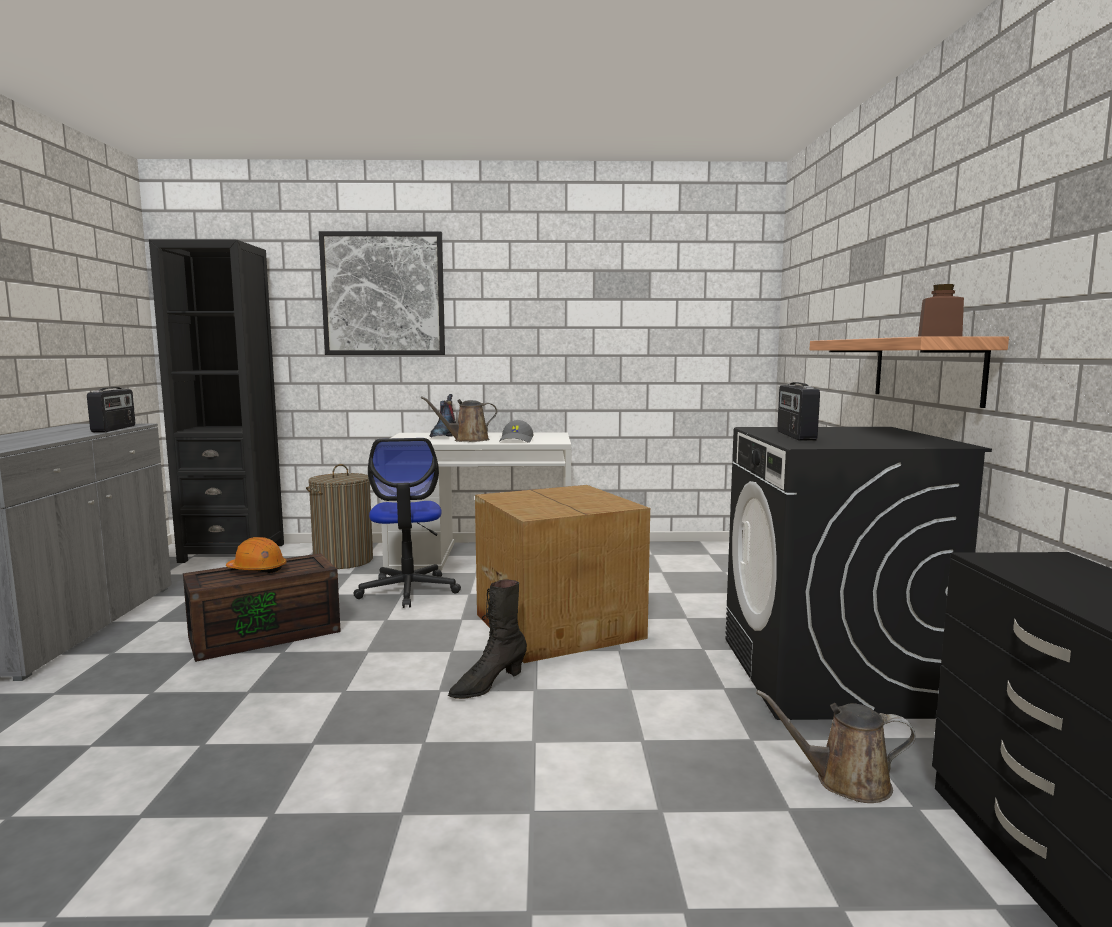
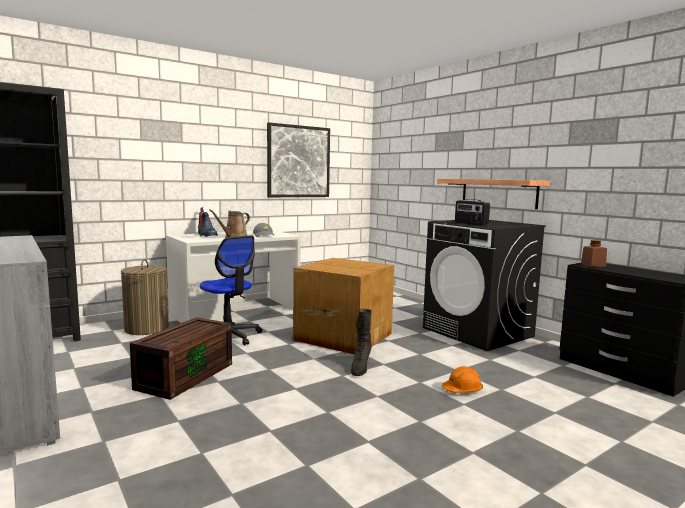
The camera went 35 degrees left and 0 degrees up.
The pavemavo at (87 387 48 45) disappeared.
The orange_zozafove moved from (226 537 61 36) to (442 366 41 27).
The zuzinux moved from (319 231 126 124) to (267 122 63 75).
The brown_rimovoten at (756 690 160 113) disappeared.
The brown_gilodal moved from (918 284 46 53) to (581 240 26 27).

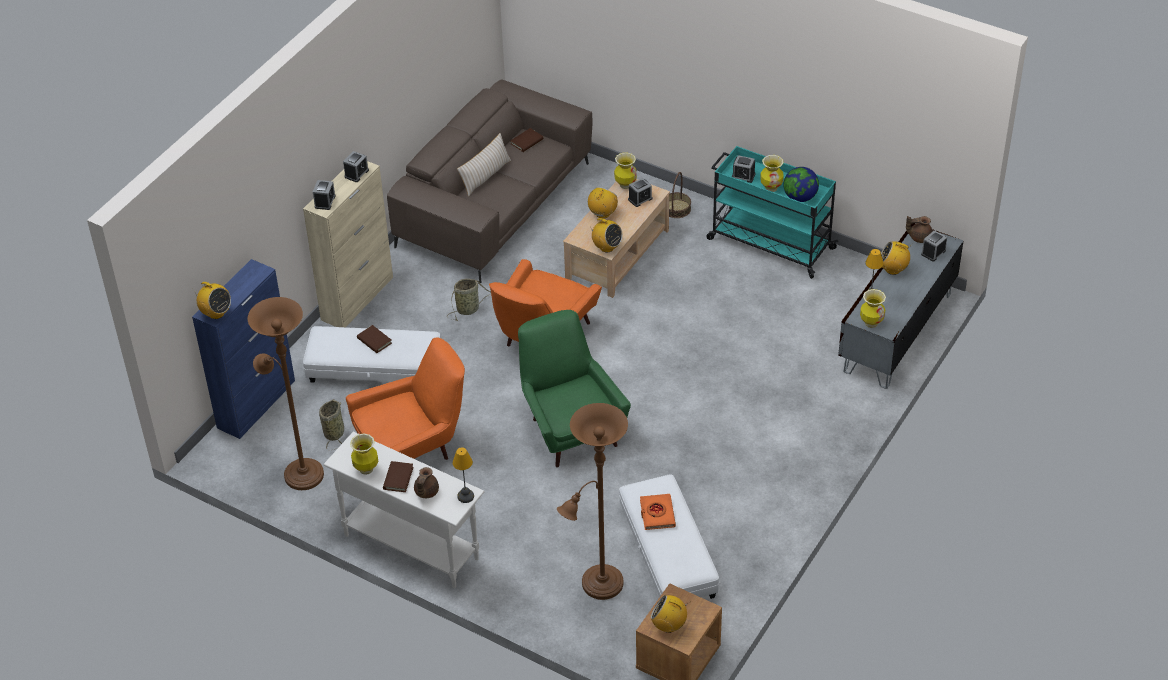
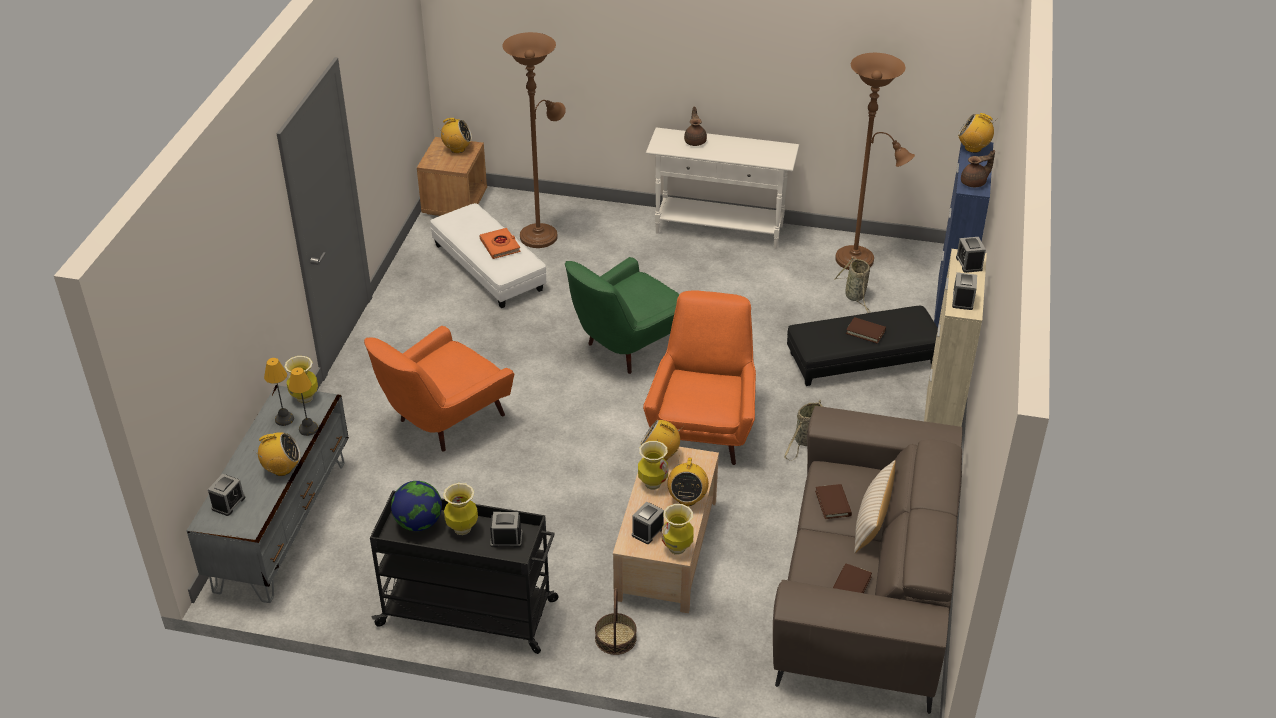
The camera went 160 degrees right and 5 degrees down.
The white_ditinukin at (303 326 138 57) became the black_ditinukin at (787 306 151 80).
The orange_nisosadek moved from (346 337 119 123) to (364 326 150 126).
The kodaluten moved from (350 433 28 42) to (638 441 30 49).
The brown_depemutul moved from (383 461 30 31) to (815 484 37 35).
The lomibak moved from (453 447 21 56) to (264 358 30 68).
The green_nisosadek at (518 310 113 157) turned 90 degrees clockwise.
The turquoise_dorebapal at (706 146 132 133) became the black_dorebapal at (370 491 189 163).
The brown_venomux moved from (906 216 27 27) to (961 150 34 37).

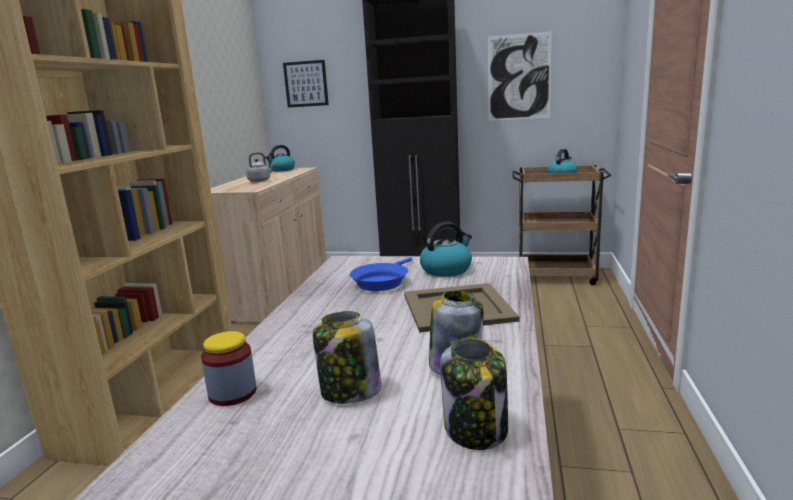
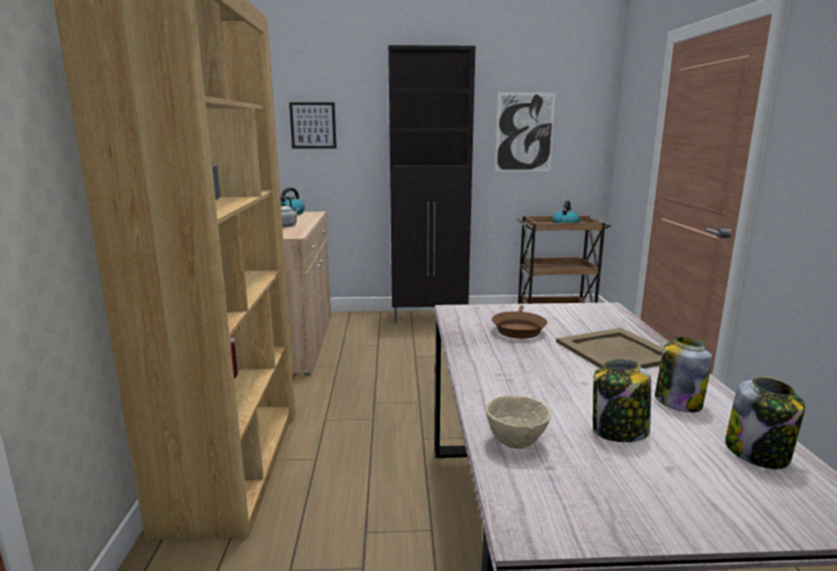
The camera went 15 degrees left and 0 degrees up.
The gilodal at (201 331 55 75) was replaced by the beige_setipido at (486 395 65 54).
The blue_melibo at (350 257 62 34) became the brown_melibo at (492 305 56 34).
The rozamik at (420 222 52 55) disappeared.

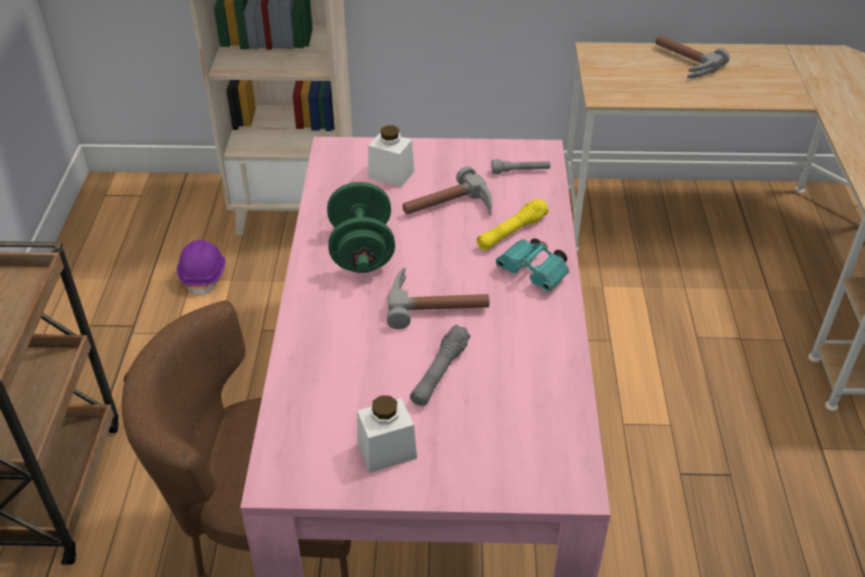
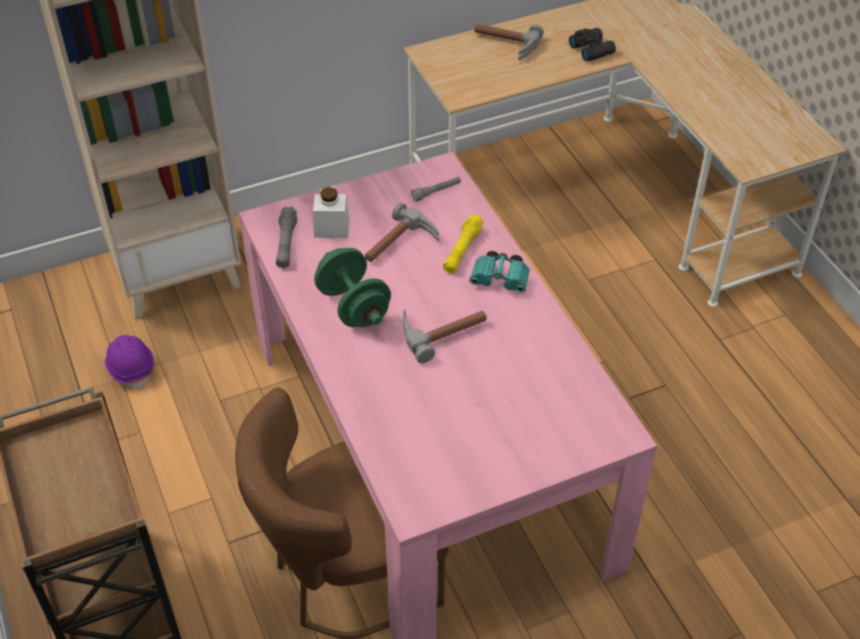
The camera went 25 degrees left and 5 degrees up.
The white_gilodal at (357 395 60 78) disappeared.
The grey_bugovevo moved from (410 324 61 82) to (276 207 21 61).
The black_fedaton at (569 28 47 33) appeared.

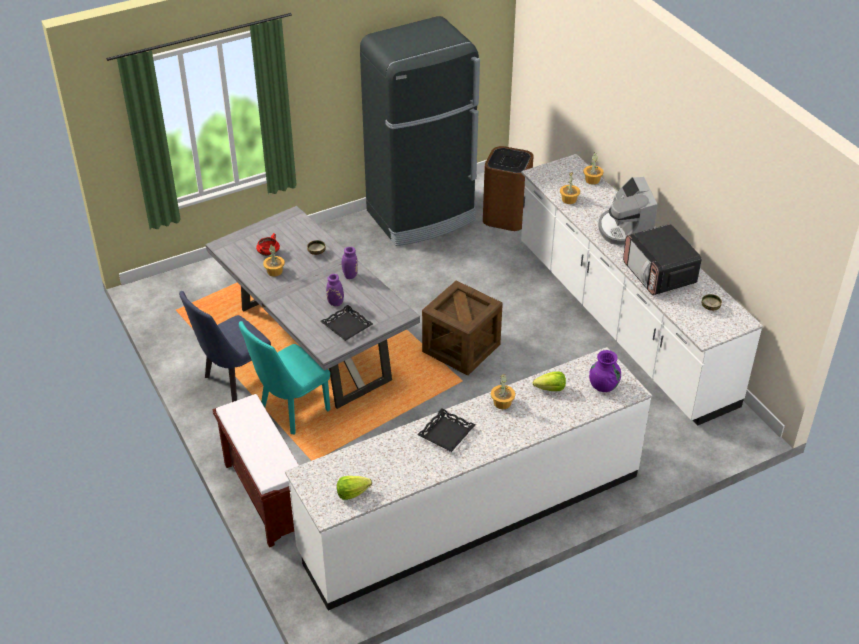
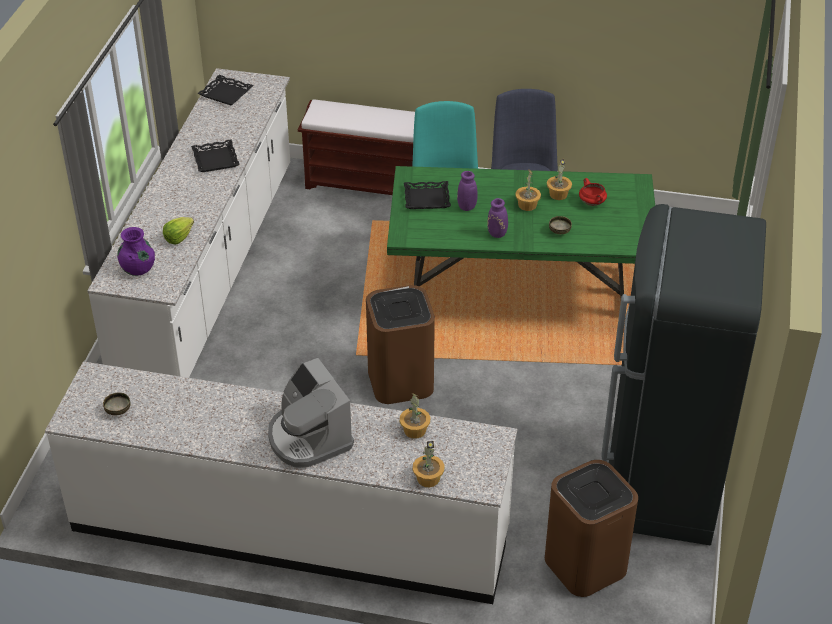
The camera went 130 degrees right and 0 degrees up.
The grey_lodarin at (206 206 214 203) became the green_lodarin at (387 166 268 131).
The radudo at (337 476 35 24) was replaced by the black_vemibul at (198 75 56 31).
The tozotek at (422 280 81 95) was replaced by the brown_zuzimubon at (366 285 69 119).
The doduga moved from (491 374 24 35) to (515 169 26 42).
The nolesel at (598 177 60 68) turned 150 degrees counterclockwise.
The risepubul at (623 224 78 71) disappeared.

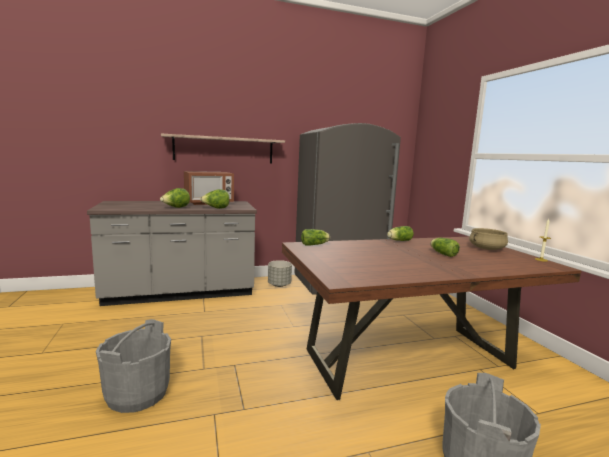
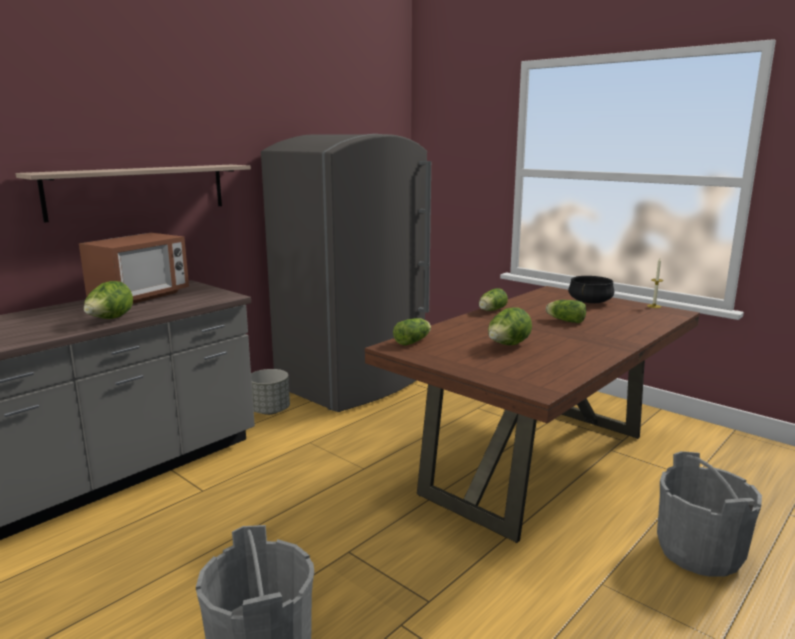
The camera went 30 degrees left and 5 degrees up.
The radudo moved from (200 189 30 20) to (488 307 44 38).
The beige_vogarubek at (469 228 39 22) became the black_vogarubek at (568 276 46 27).

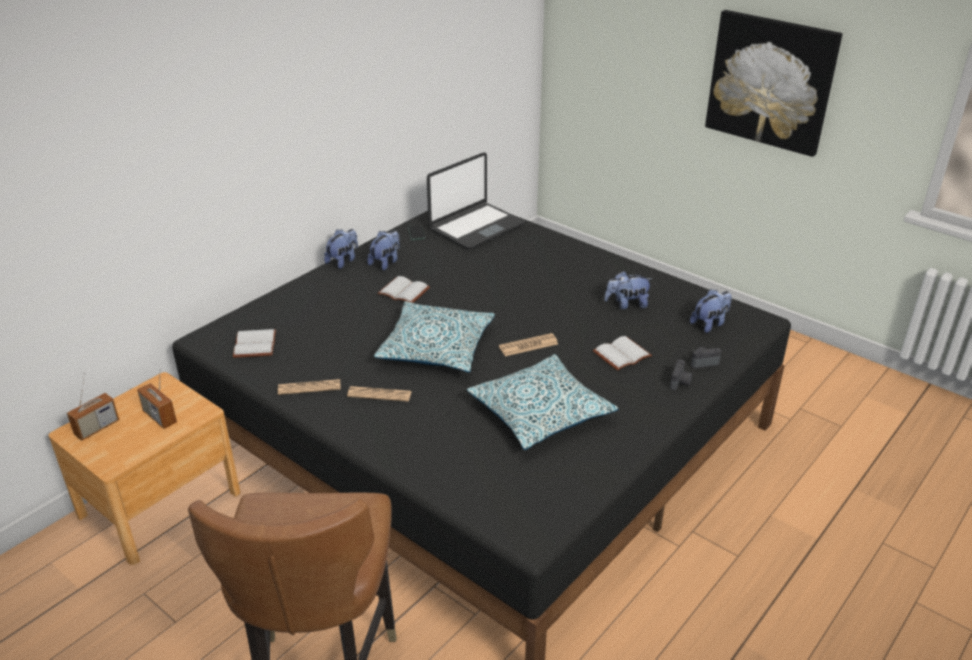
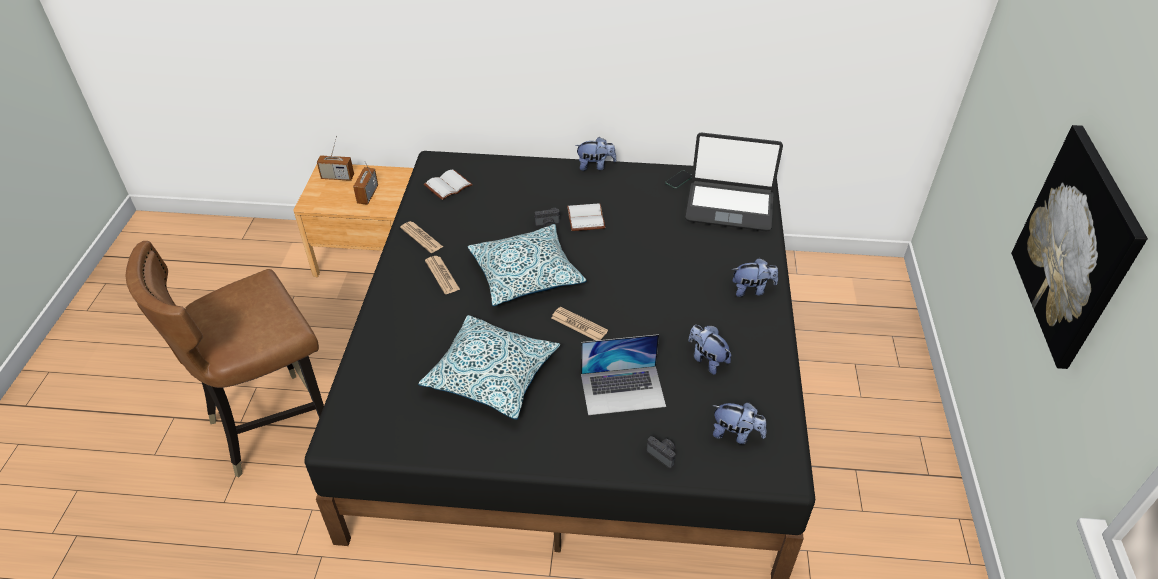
The camera went 55 degrees right and 10 degrees up.
The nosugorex moved from (367 230 33 40) to (732 258 46 39).
The white_depemutul at (593 336 59 35) was replaced by the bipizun at (581 334 85 81).
The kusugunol moved from (670 360 22 31) to (535 208 25 19).

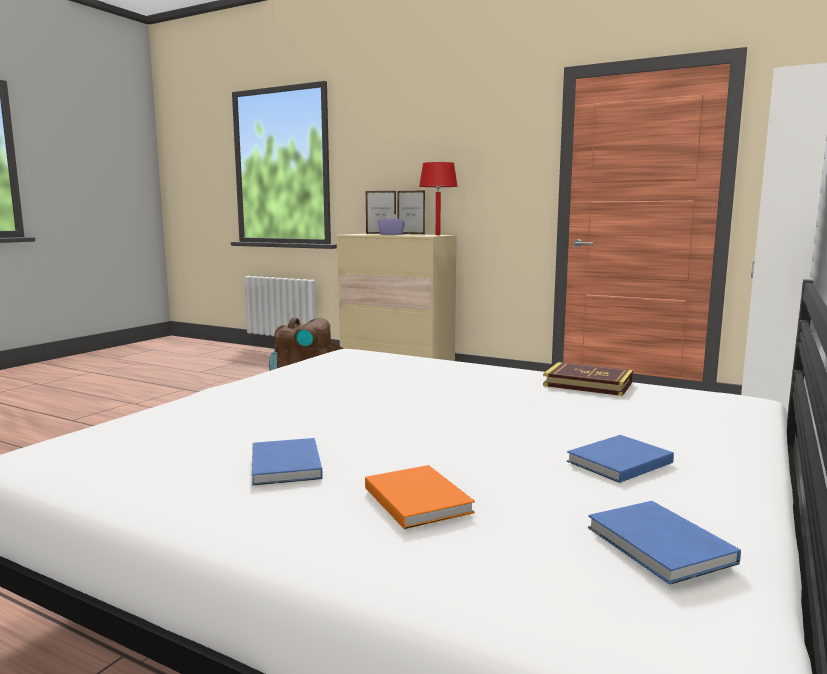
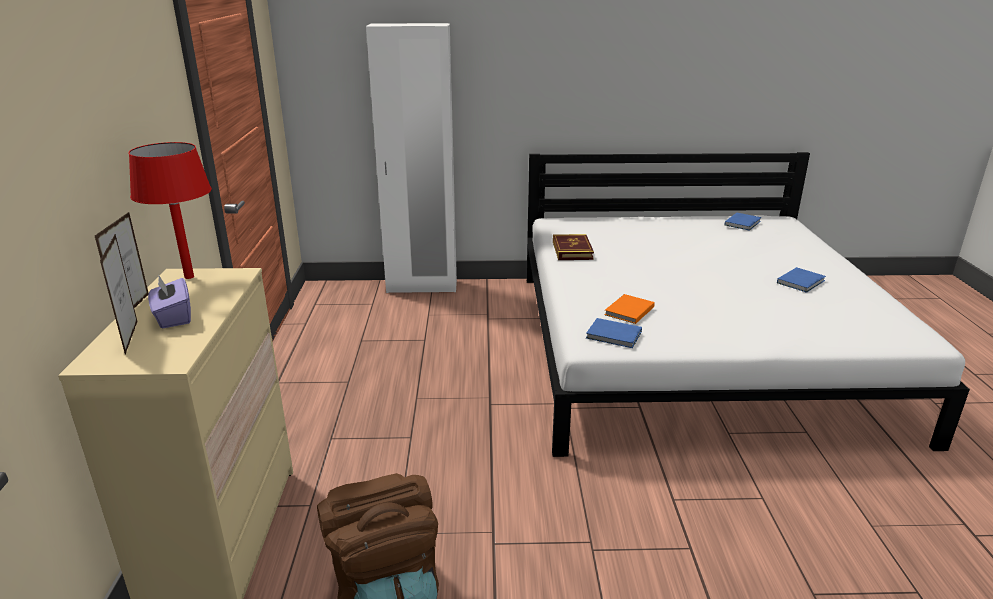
The camera went 120 degrees left and 15 degrees up.
The orange_depemutul moved from (365 465 110 64) to (604 294 51 30).
The blue_depemutul moved from (567 435 107 48) to (586 318 56 30).

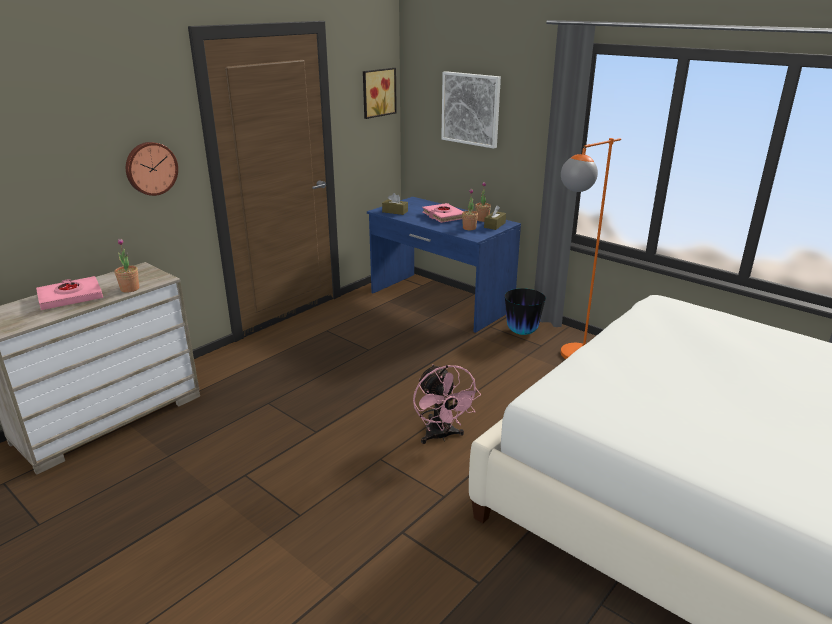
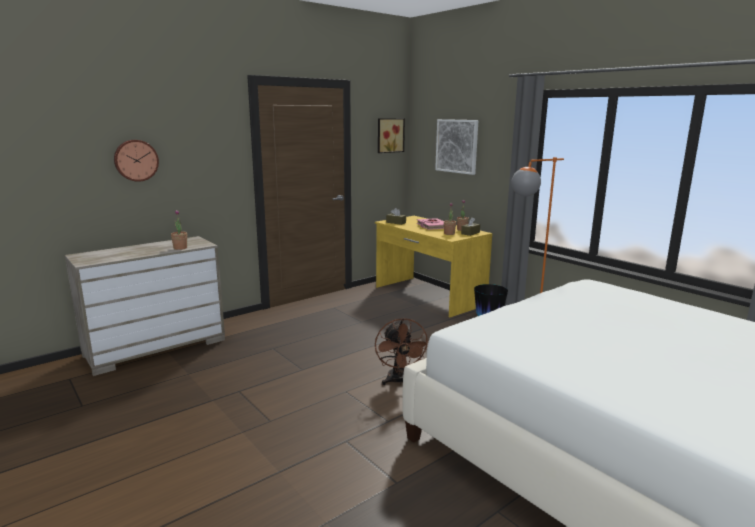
The camera went 10 degrees right and 10 degrees down.
The pink_depemutul at (36 276 67 34) disappeared.
The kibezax moved from (126 142 52 54) to (114 140 45 42).
The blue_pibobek at (367 197 154 136) became the yellow_pibobek at (375 216 117 101).
The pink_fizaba at (413 364 68 80) became the brown_fizaba at (375 318 53 67).

